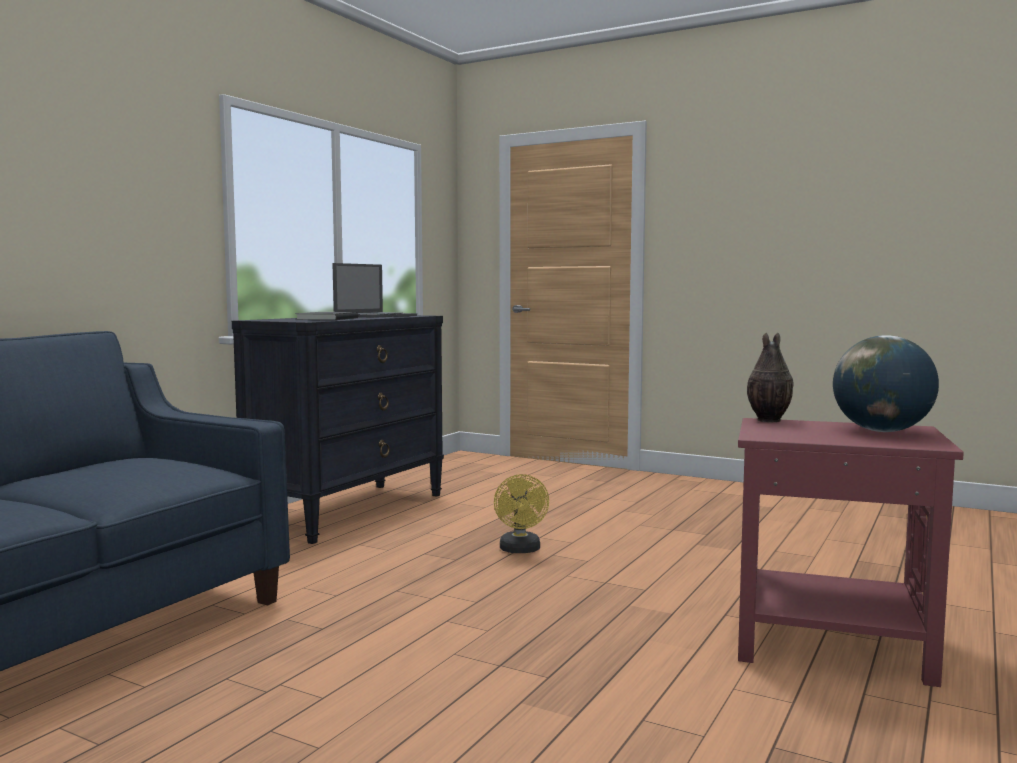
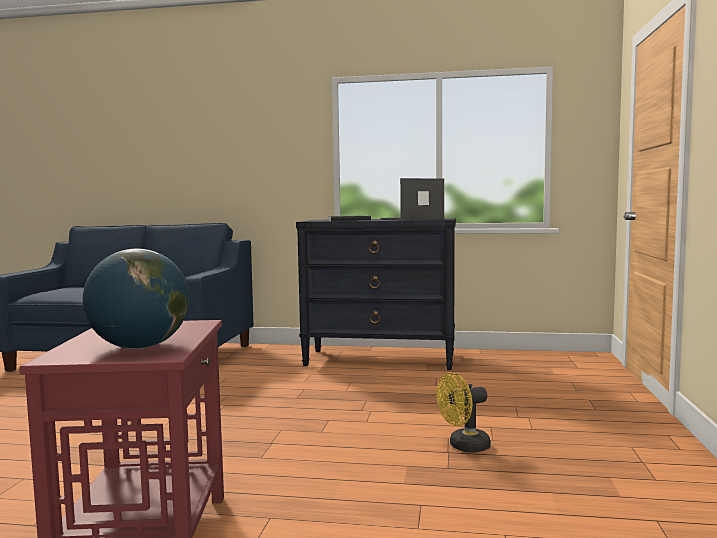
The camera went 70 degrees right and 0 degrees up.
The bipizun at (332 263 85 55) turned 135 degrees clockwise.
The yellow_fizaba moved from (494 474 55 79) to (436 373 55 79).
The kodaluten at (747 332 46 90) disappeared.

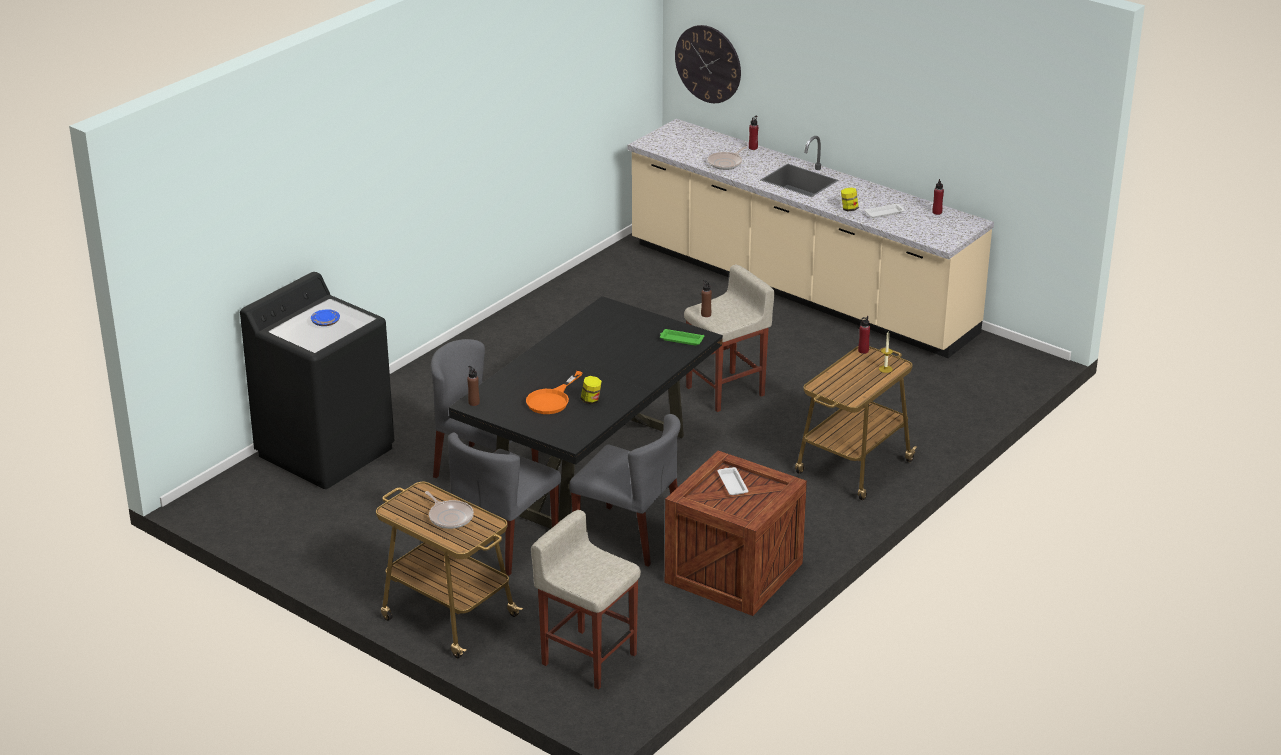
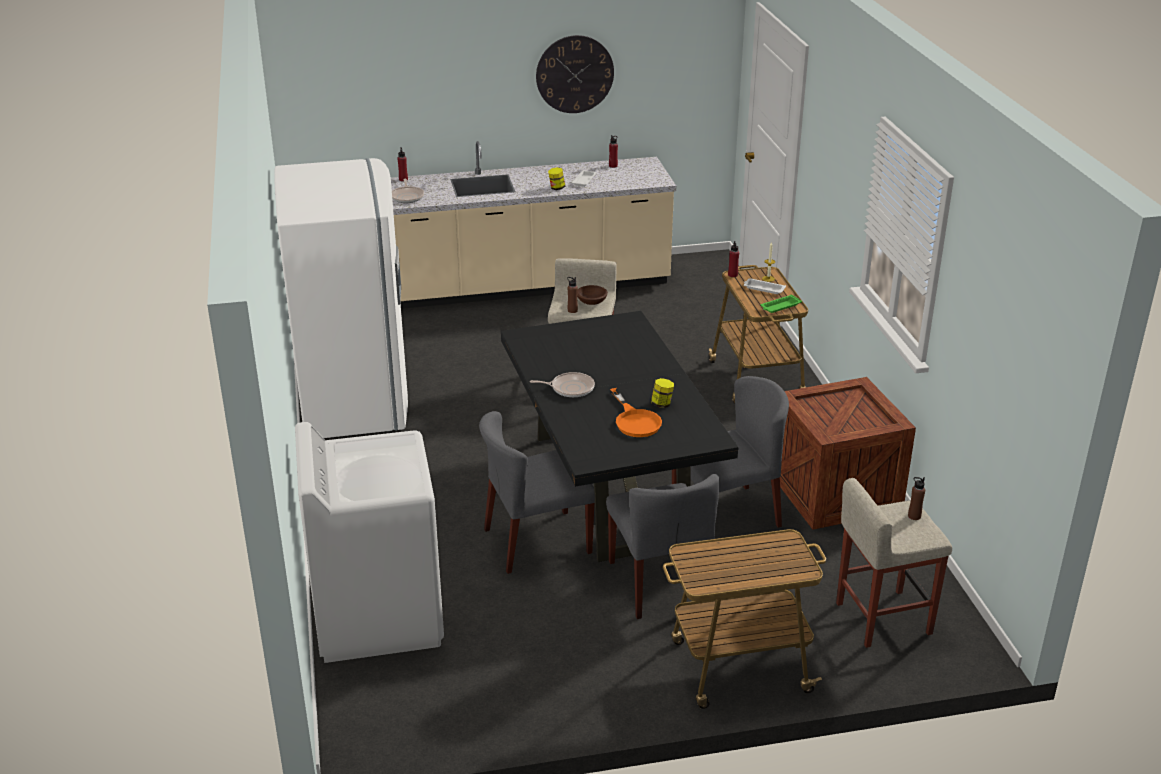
The camera went 50 degrees left and 0 degrees up.
The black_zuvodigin at (240 272 154 217) became the white_zuvodigin at (295 422 149 241).
The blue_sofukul at (311 309 29 17) disappeared.
The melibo moved from (425 491 49 38) to (530 372 65 26).
The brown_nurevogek moved from (467 366 13 40) to (908 477 17 43).
The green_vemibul moved from (660 329 44 16) to (761 294 41 19).
The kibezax moved from (675 25 66 78) to (536 35 78 78).
The white_vemibul moved from (717 467 31 28) to (744 278 42 16).
The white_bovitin at (274 158 134 280) appeared.
The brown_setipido at (577 285 31 20) appeared.

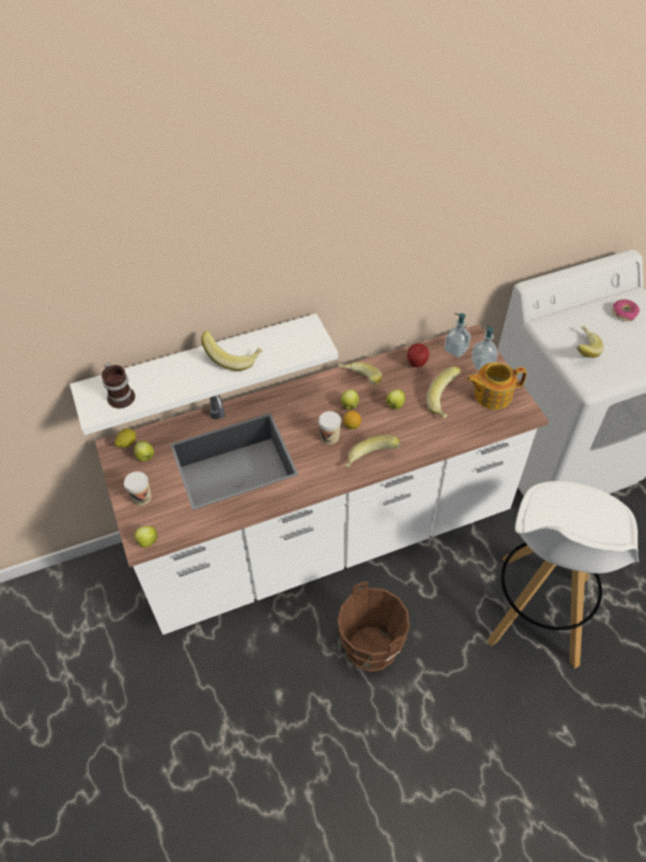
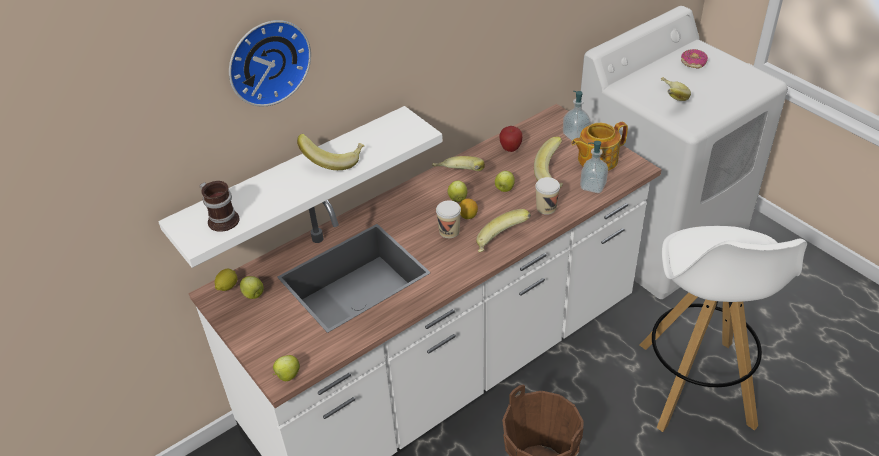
The camera went 15 degrees left and 10 degrees down.
The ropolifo moved from (124 471 27 35) to (535 177 25 38).
The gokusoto moved from (444 313 27 45) to (580 141 28 52).
The kibezax at (229 20 82 87) appeared.

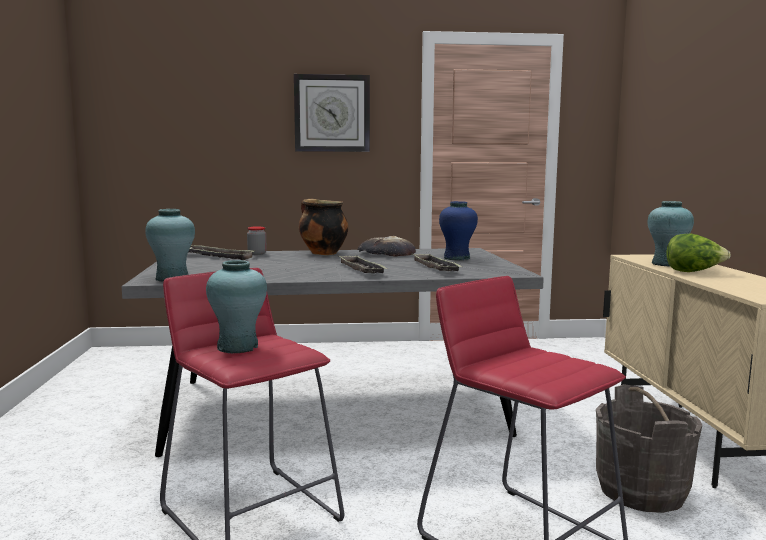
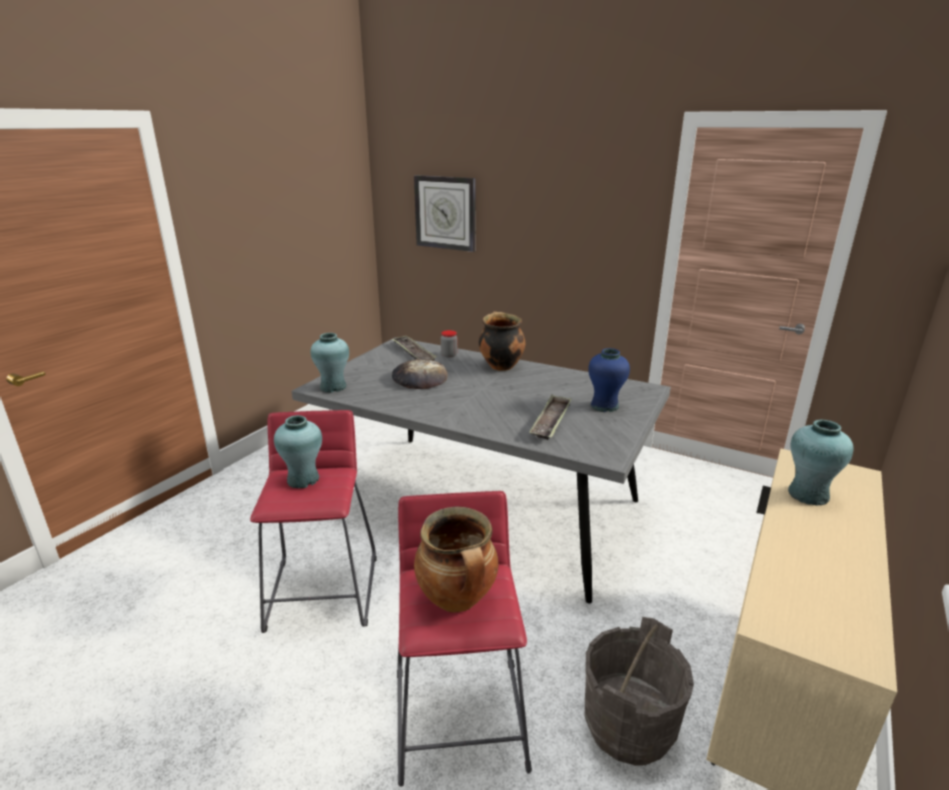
The camera went 35 degrees right and 15 degrees up.
The kibezax moved from (294 74 76 78) to (414 175 62 77).
The vemibul at (337 255 51 18) disappeared.
The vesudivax moved from (357 236 59 21) to (392 359 56 30).
The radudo at (666 234 65 38) disappeared.
The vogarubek at (414 506 84 107) appeared.

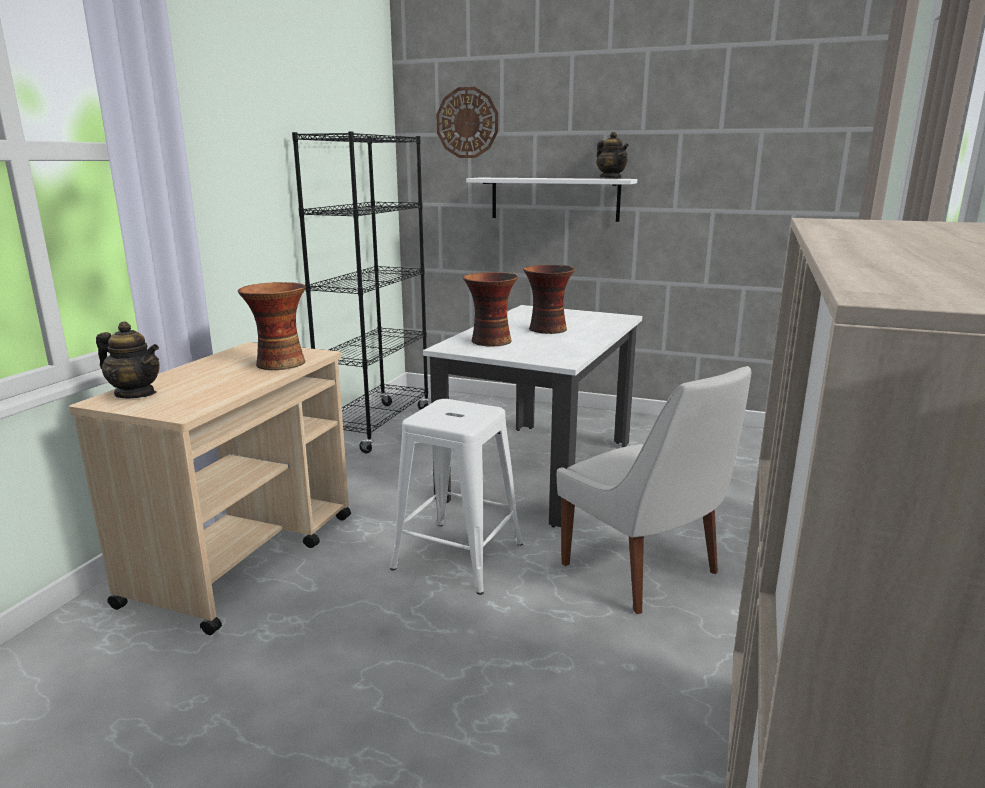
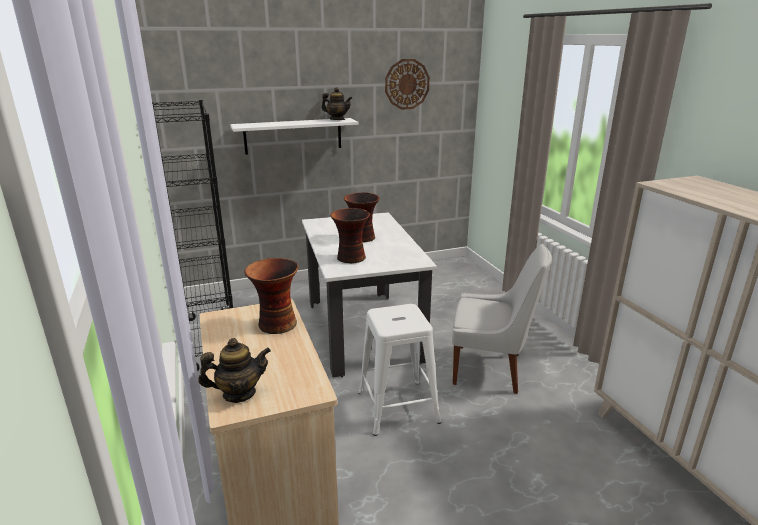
The camera went 40 degrees left and 5 degrees up.
The kibezax moved from (436 87 62 71) to (385 59 45 51).

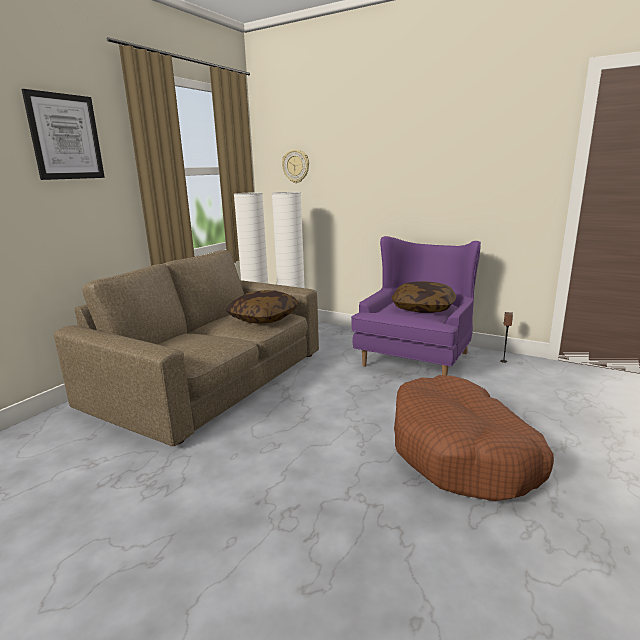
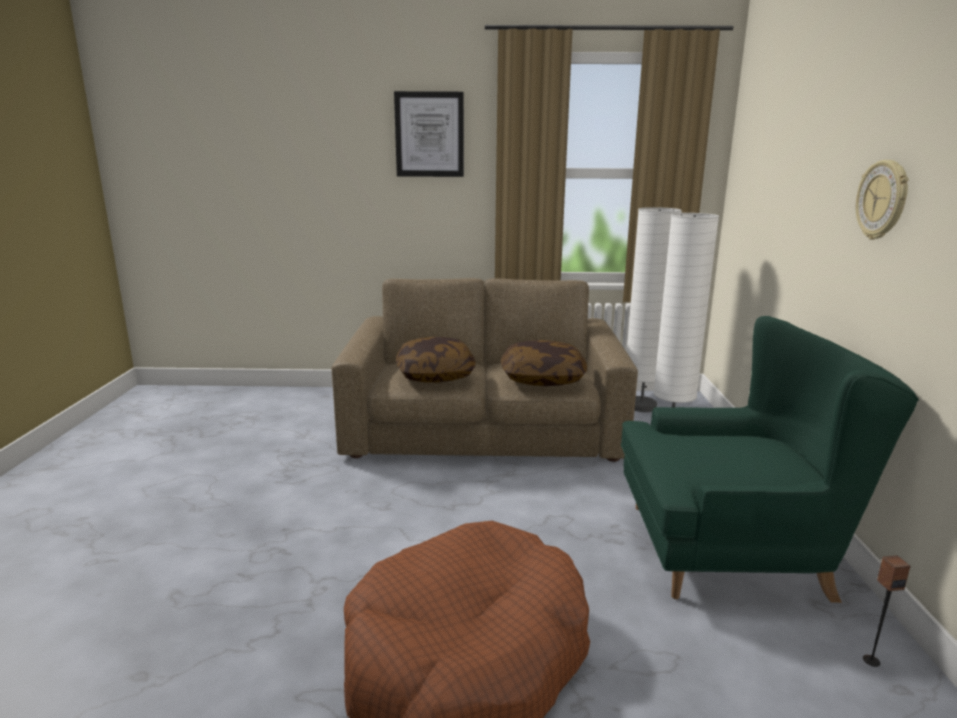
The camera went 60 degrees right and 0 degrees up.
The kibezax moved from (282 149 27 34) to (856 160 53 80).
The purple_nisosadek at (351 236 130 139) became the green_nisosadek at (621 316 298 287).
The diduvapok moved from (392 281 64 32) to (396 337 79 45).

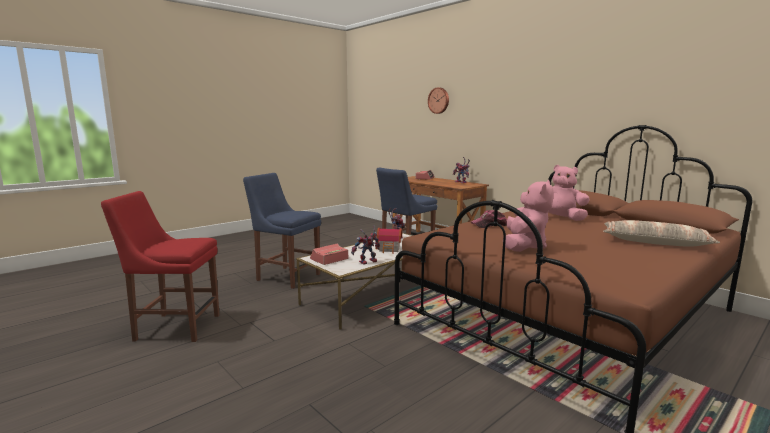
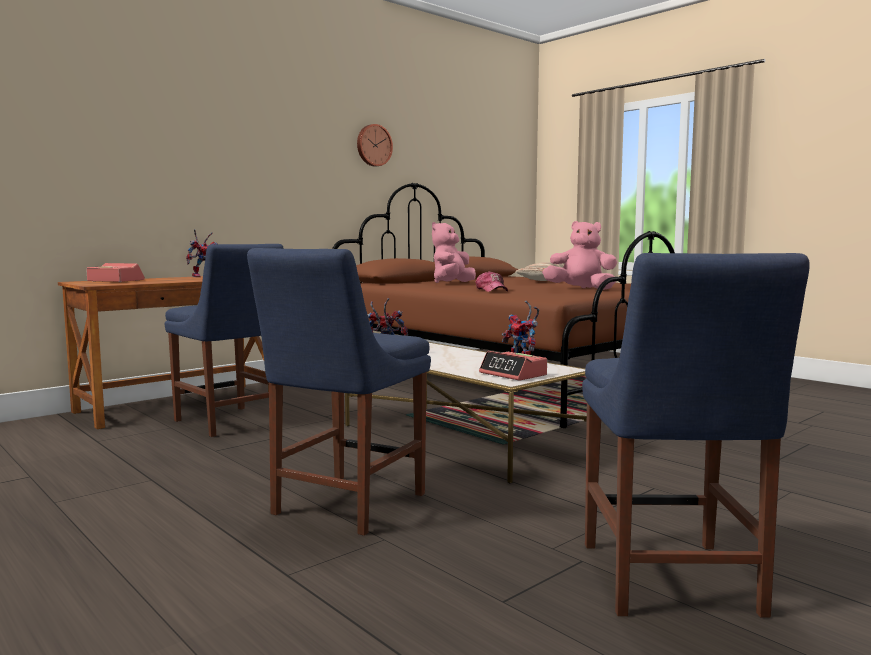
The camera went 90 degrees left and 5 degrees down.
The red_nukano at (101 191 119 151) became the blue_nukano at (582 253 227 365).
The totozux at (375 225 27 29) disappeared.
The kibezax moved from (428 87 21 27) to (357 124 36 43).

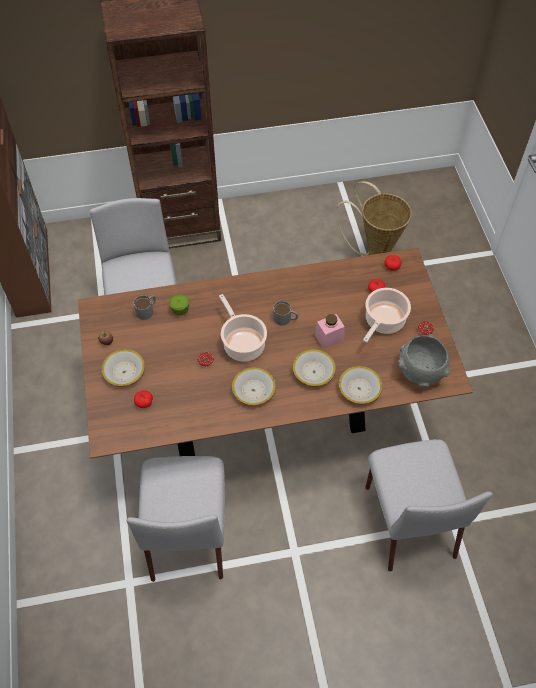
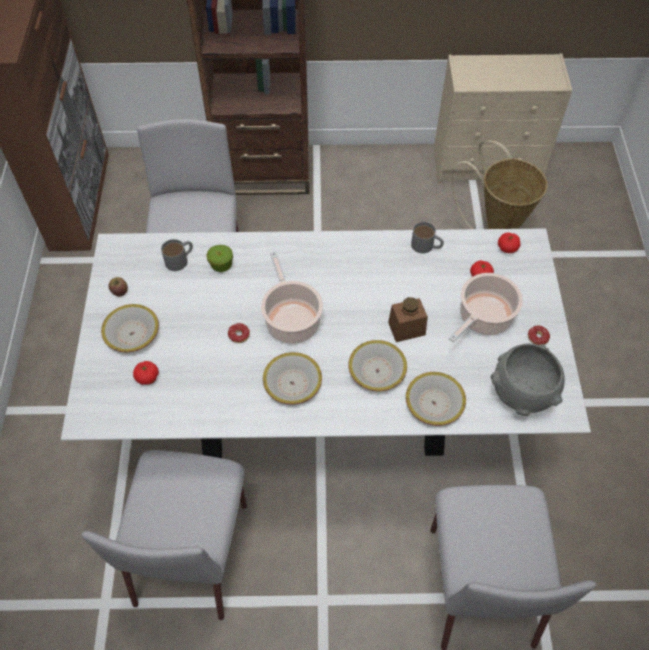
The camera went 10 degrees right and 0 degrees up.
The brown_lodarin at (78 248 395 211) became the white_lodarin at (61 228 530 230).
The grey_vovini moved from (273 301 25 24) to (411 222 33 32).
The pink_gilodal at (315 314 30 35) became the brown_gilodal at (388 297 40 45).
The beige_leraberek at (434 54 139 130) appeared.

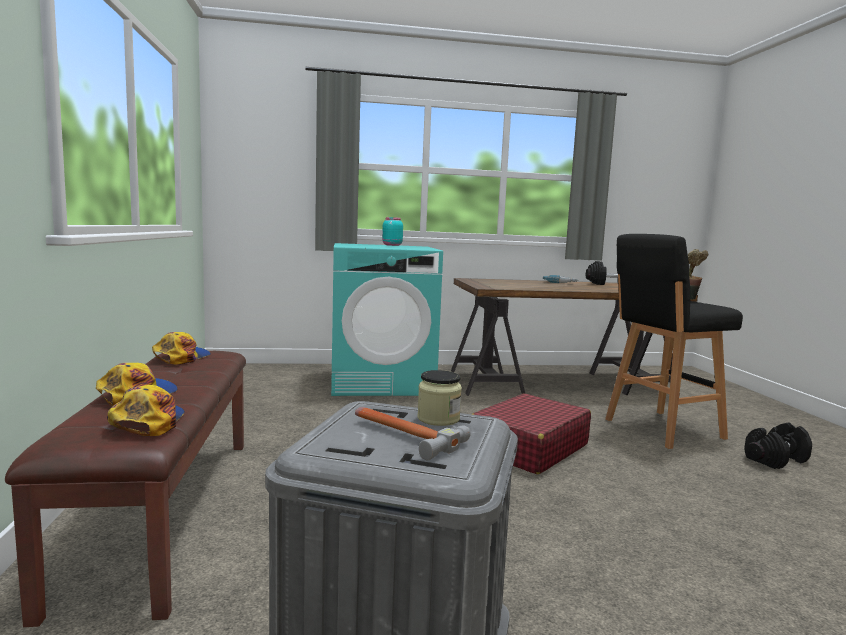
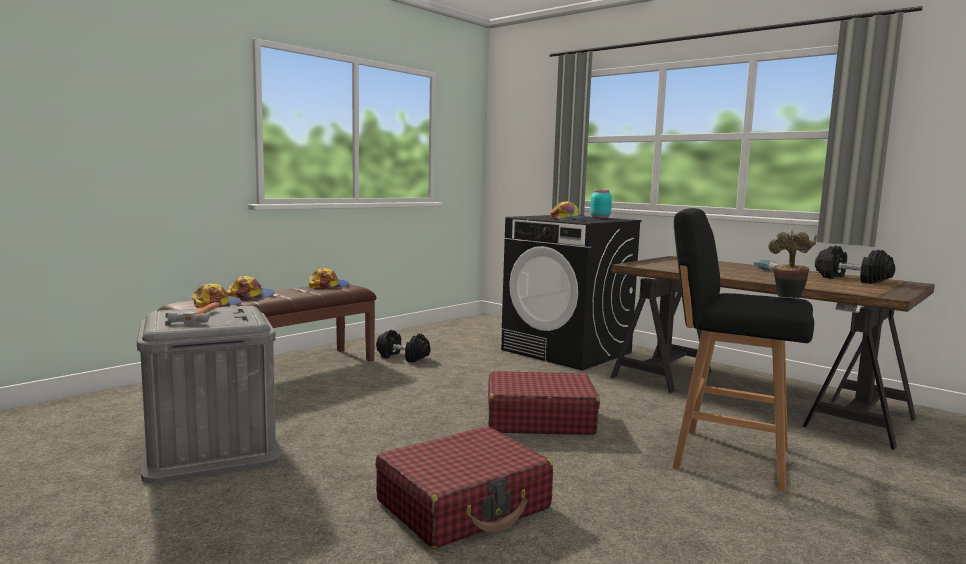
The camera went 50 degrees right and 0 degrees up.
The turquoise_zuvodigin at (331 243 112 153) became the black_zuvodigin at (501 215 141 156).
The gilodal at (417 370 45 56) disappeared.
The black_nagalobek moved from (744 422 68 47) to (376 330 55 32).
The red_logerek at (375 426 178 122) appeared.
The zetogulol at (550 201 36 18) appeared.

